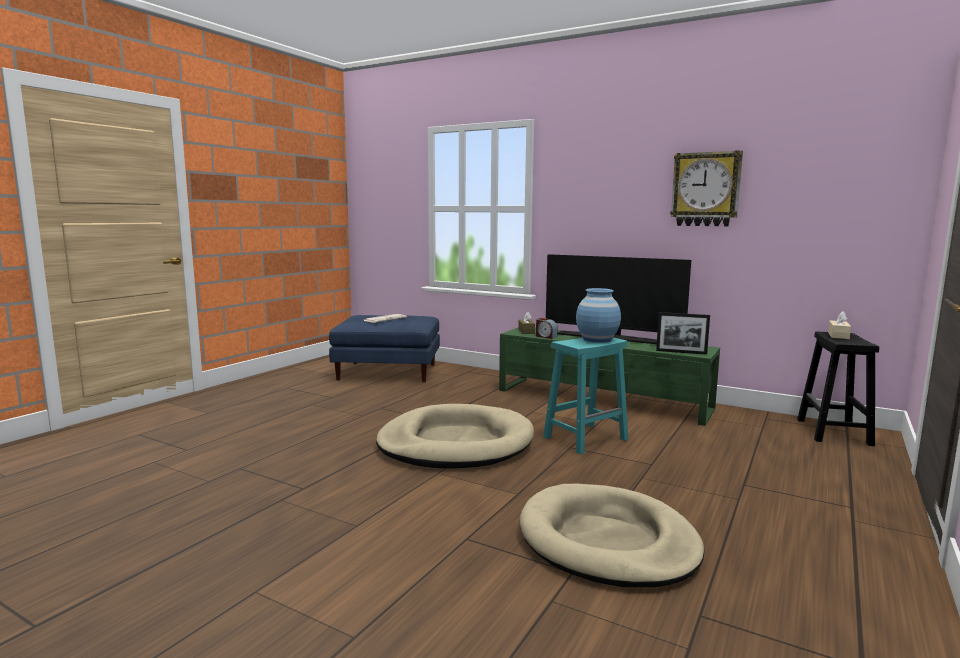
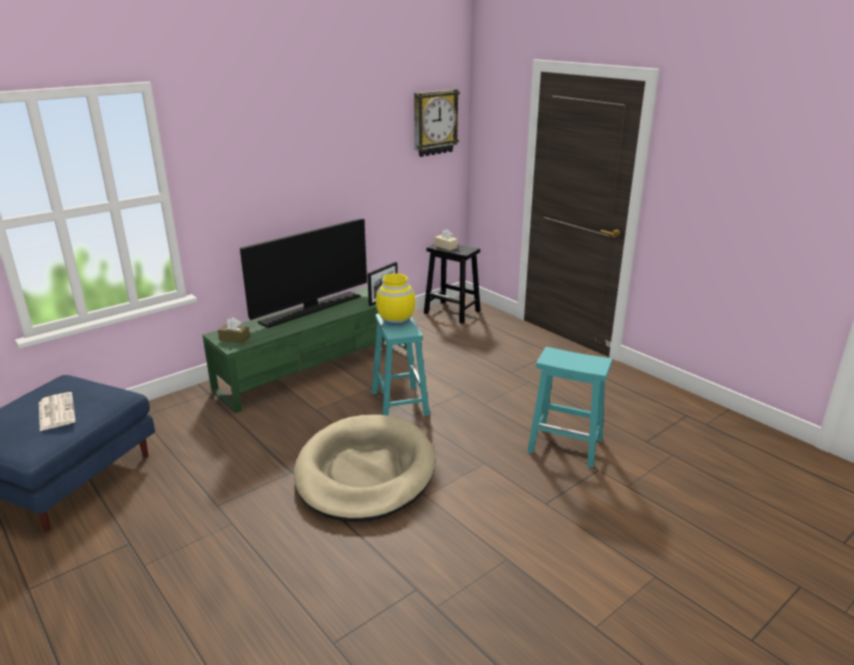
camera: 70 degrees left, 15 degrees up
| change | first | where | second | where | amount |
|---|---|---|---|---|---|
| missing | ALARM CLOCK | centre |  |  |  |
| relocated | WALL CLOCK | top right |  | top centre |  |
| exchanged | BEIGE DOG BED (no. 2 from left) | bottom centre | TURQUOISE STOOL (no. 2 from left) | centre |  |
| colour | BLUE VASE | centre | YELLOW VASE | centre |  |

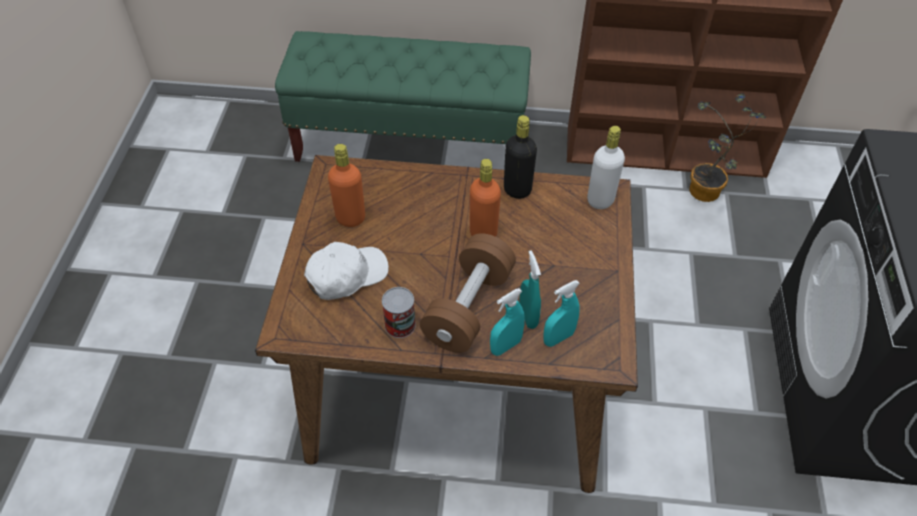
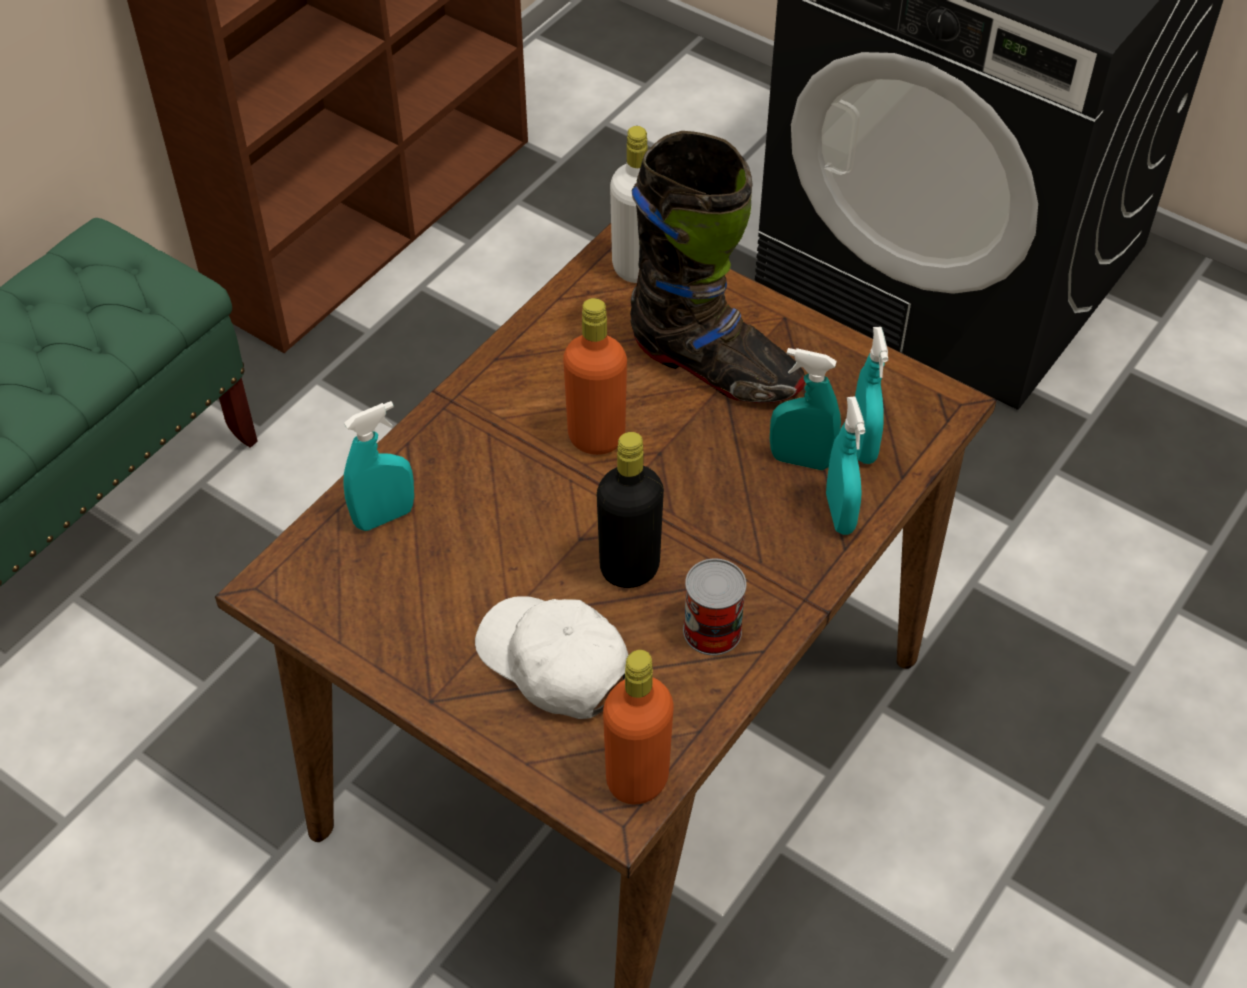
camera: 60 degrees left, 0 degrees up
| change | first | where | second | where | amount |
|---|---|---|---|---|---|
| missing | BROWN DUMBBELL | centre |  |  |  |
| missing | POTTED PLANT | top right |  |  |  |
| appeared |  |  | TURQUOISE SPRAY BOTTLE (no. 1 from left) | middle left |  |
| appeared |  |  | BLACK BOOT | top centre |  |
| relocated | ORANGE BOTTLE (no. 1 from left in the first image) | centre | ORANGE BOTTLE (no. 2 from left) | bottom centre |  |
| relocated | BLACK BOTTLE | top centre |  | centre |  |
| spun | WHITE CAP | centre |  | centre | 45 degrees counterclockwise |

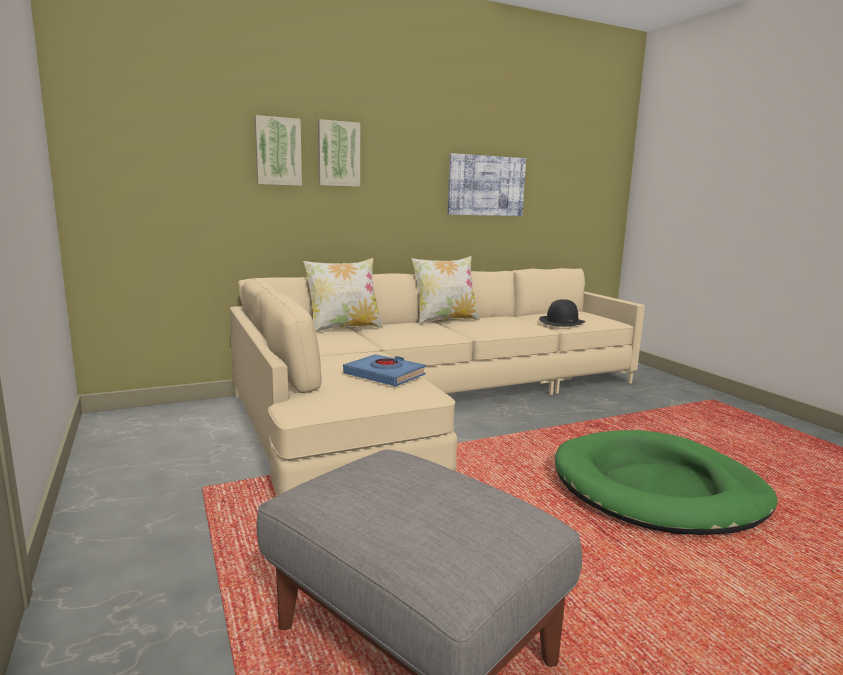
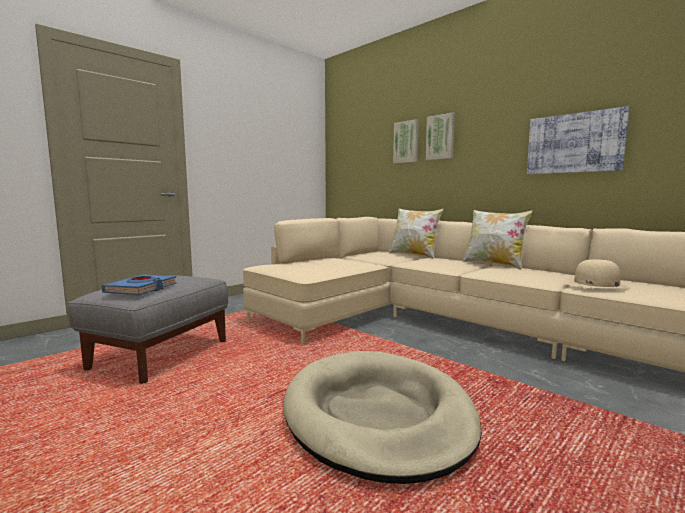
camera: 70 degrees right, 5 degrees down
| change | first | where | second | where | amount |
|---|---|---|---|---|---|
| relocated | BLUE BOOK | centre |  | middle left |  |
| colour | BLACK HAT | middle right | BEIGE HAT | middle right |  |
| colour | GREEN DOG BED | bottom right | BEIGE DOG BED | bottom centre |  |

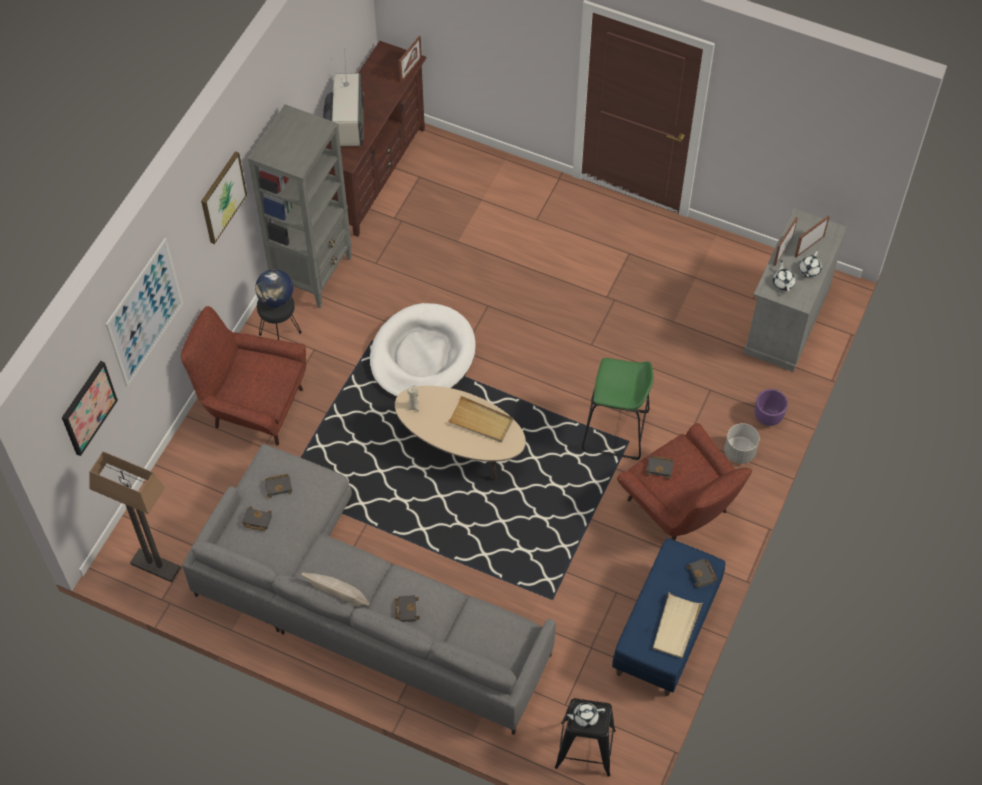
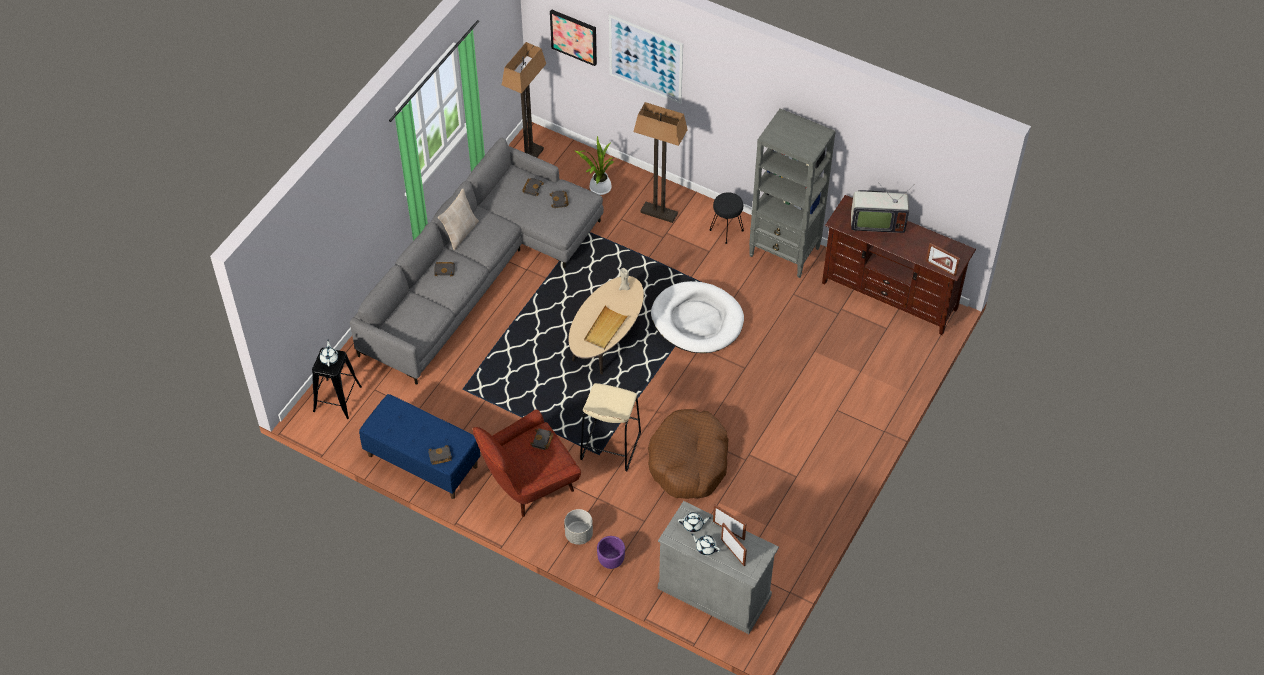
camera: 95 degrees right, 5 degrees down
| change | first | where | second | where | amount |
|---|---|---|---|---|---|
| missing | PICTURE (no. 3 from left) | top left |  |  |  |
| missing | GLOBE | middle left |  |  |  |
| missing | BEIGE TRAY (no. 2 from left) | bottom right |  |  |  |
| appeared |  |  | POTTED PLANT | top centre |  |
| appeared |  |  | BROWN DOG BED | bottom centre |  |
| exchanged | RED ARMCHAIR (no. 1 from left) | middle left | FLOOR LAMP (no. 2 from left) | top centre |  |
| colour | GREEN STOOL | centre | BEIGE STOOL | centre |  |

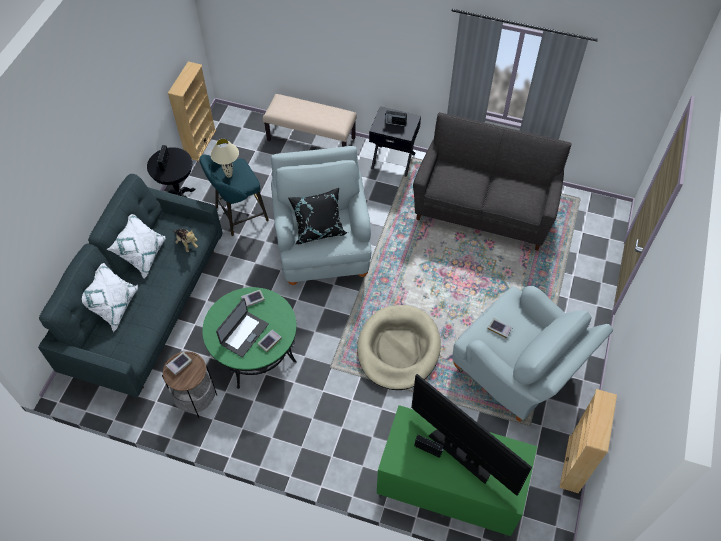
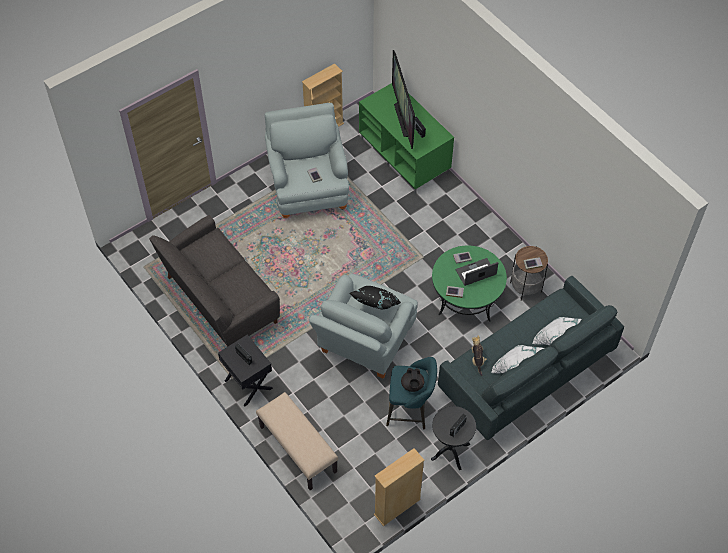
camera: 145 degrees left, 0 degrees up
| change | first | where | second | where | amount |
|---|---|---|---|---|---|
| missing | BEIGE DOG BED | centre |  |  |  |
| exchanged | BEIGE TABLE LAMP | top left | BLACK TEAPOT | bottom centre |  |

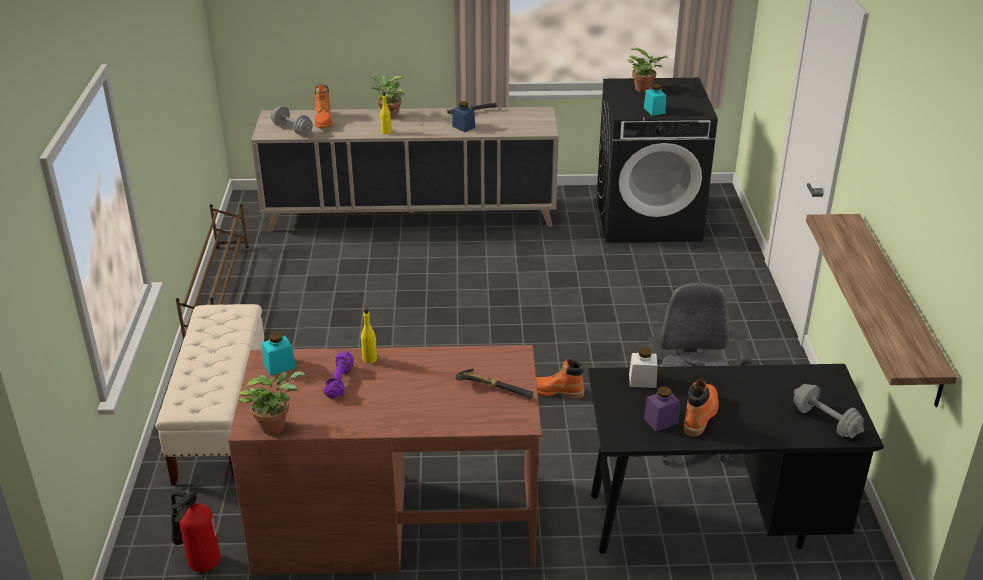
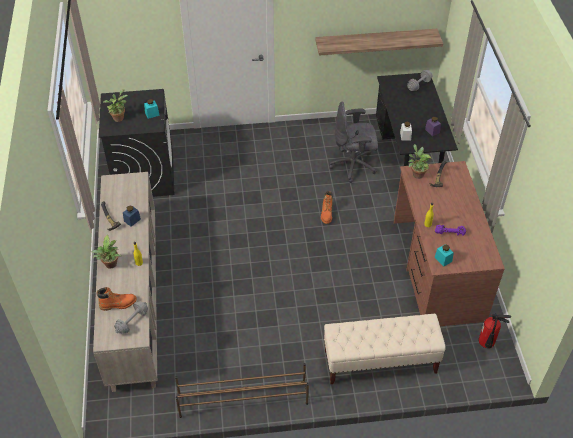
camera: 95 degrees left, 15 degrees up
| change | first | where | second | where | amount |
|---|---|---|---|---|---|
| missing | ORANGE BOOT (no. 3 from left) | bottom right |  |  |  |
| relocated | POTTED PLANT (no. 1 from left in the first image) | bottom left | POTTED PLANT (no. 3 from left) | middle right |  |

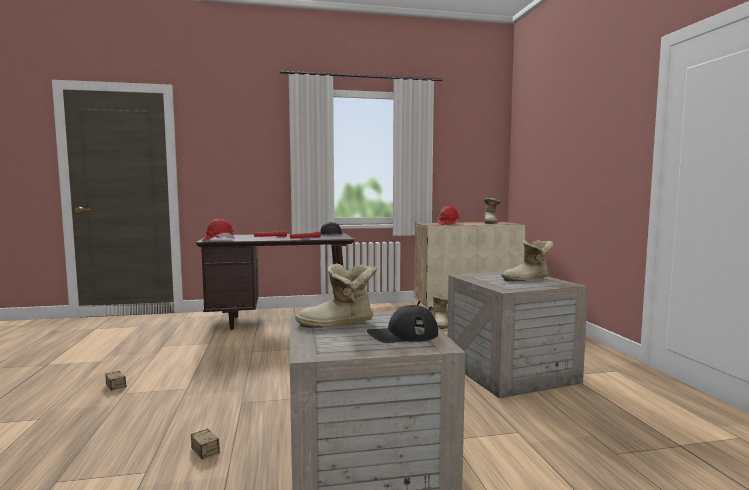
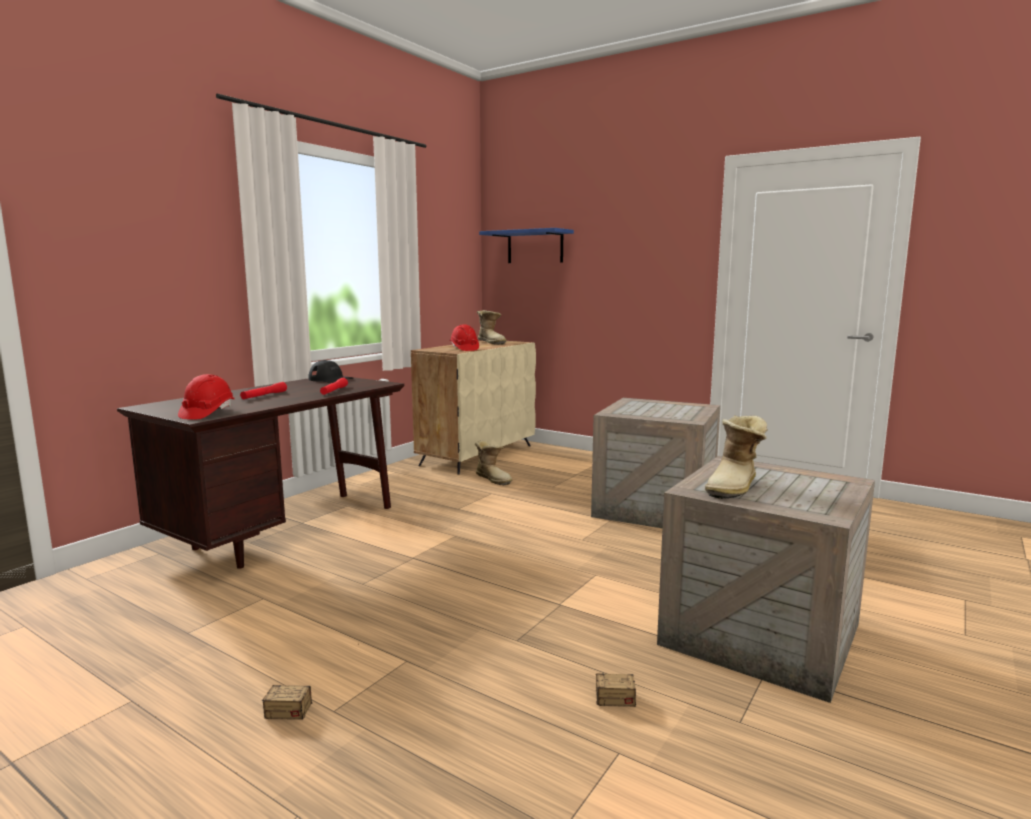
camera: 45 degrees left, 5 degrees up
| change | first | where | second | where | amount |
|---|---|---|---|---|---|
| missing | BLACK CAP (no. 2 from left) | centre |  |  |  |
| missing | BOOT (no. 4 from left) | middle right |  |  |  |
| appeared |  |  | BLUE SHELF | top centre |  |

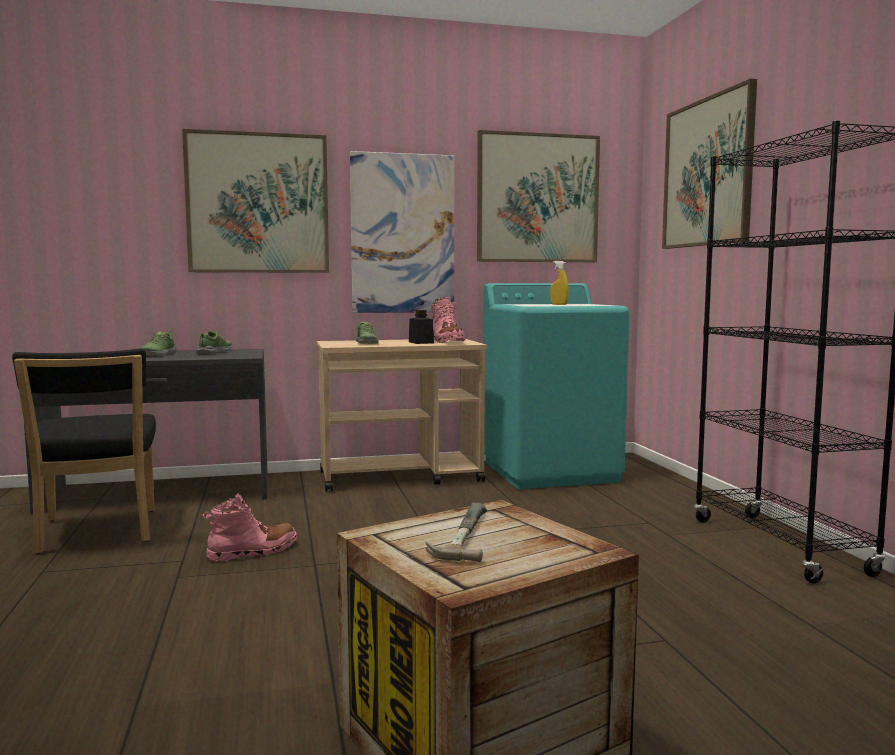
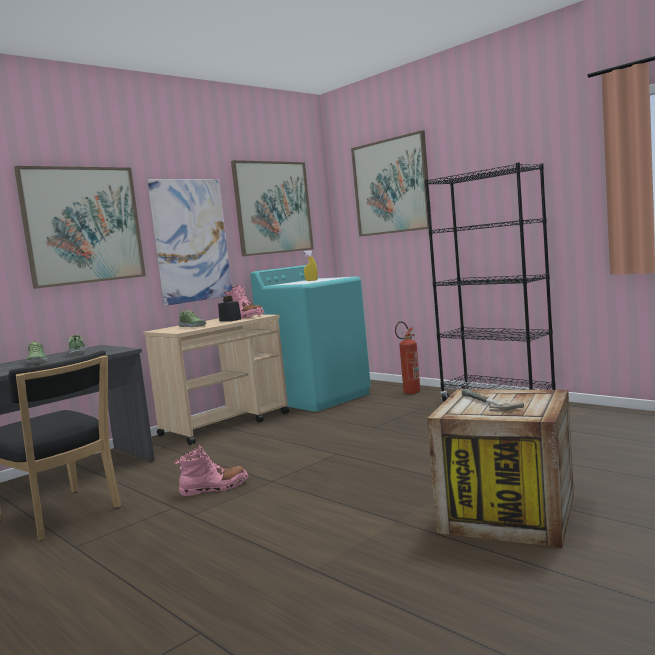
camera: 30 degrees left, 0 degrees up
| change | first | where | second | where | amount |
|---|---|---|---|---|---|
| appeared |  |  | FIRE EXTINGUISHER | centre |  |
| spun | PINK BOOT (no. 1 from left) | bottom left |  | bottom left | 45 degrees clockwise |

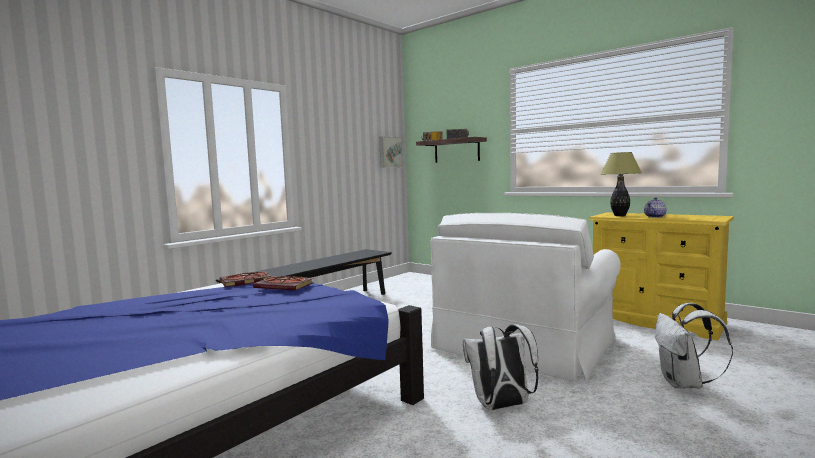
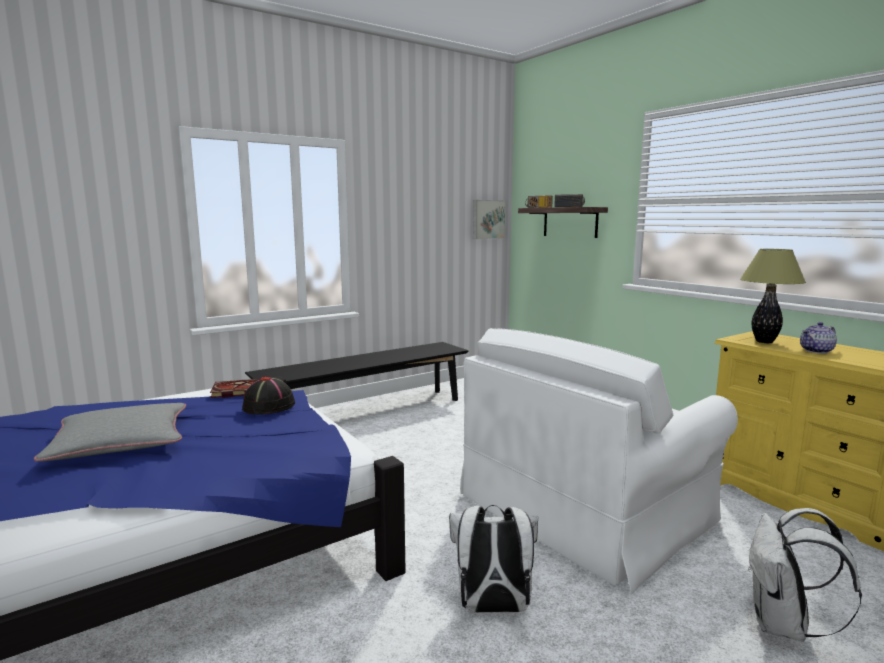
camera: 15 degrees right, 5 degrees up
| change | first | where | second | where | amount |
|---|---|---|---|---|---|
| appeared |  |  | GREY PILLOW | middle left |  |
| exchanged | BOOK (no. 2 from left) | centre | BLACK HAT | middle left |  |

